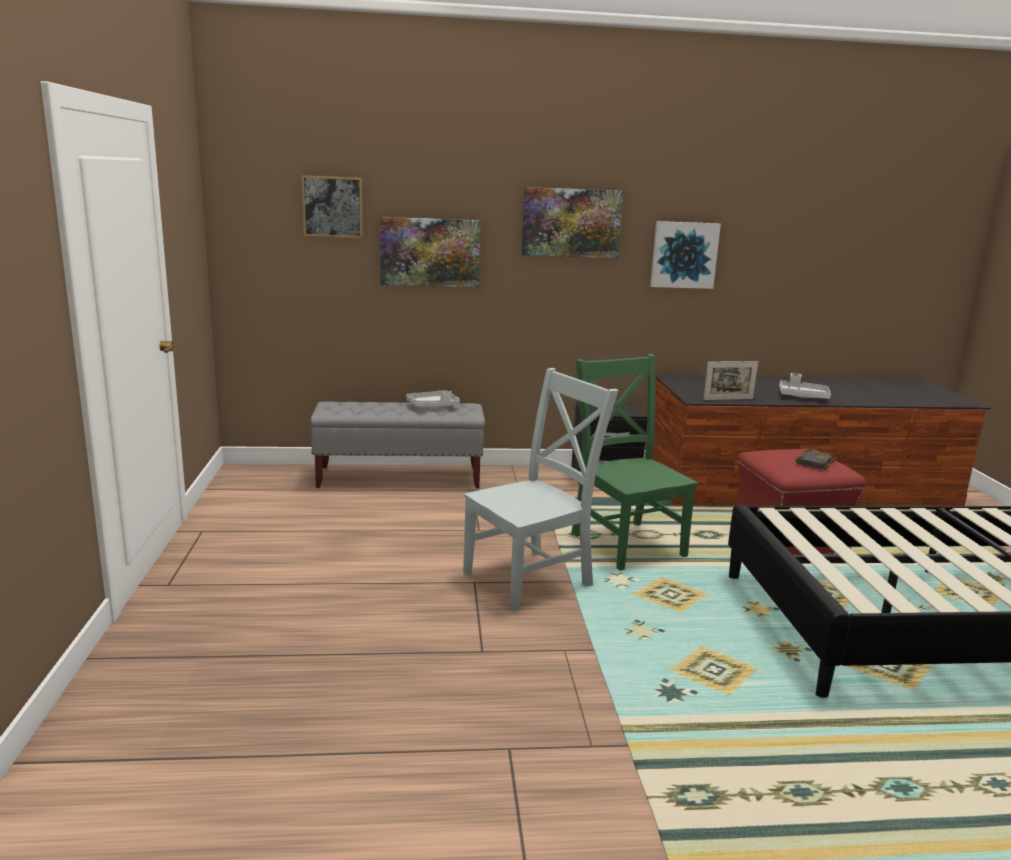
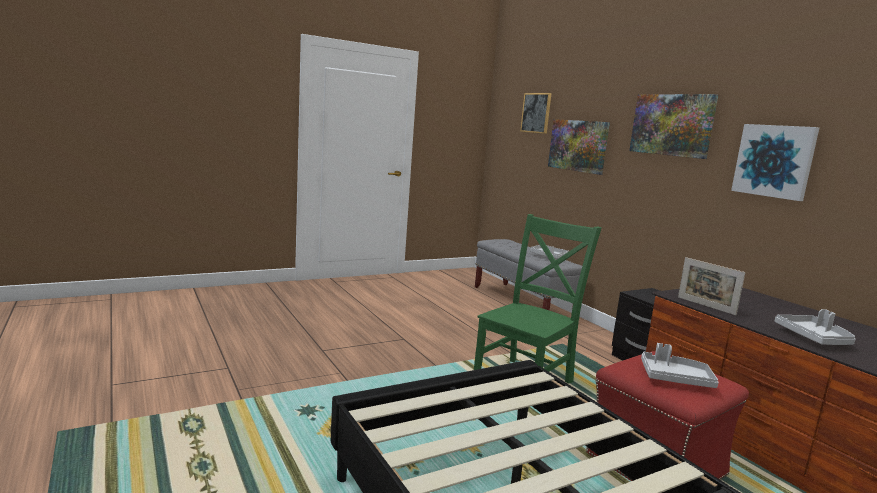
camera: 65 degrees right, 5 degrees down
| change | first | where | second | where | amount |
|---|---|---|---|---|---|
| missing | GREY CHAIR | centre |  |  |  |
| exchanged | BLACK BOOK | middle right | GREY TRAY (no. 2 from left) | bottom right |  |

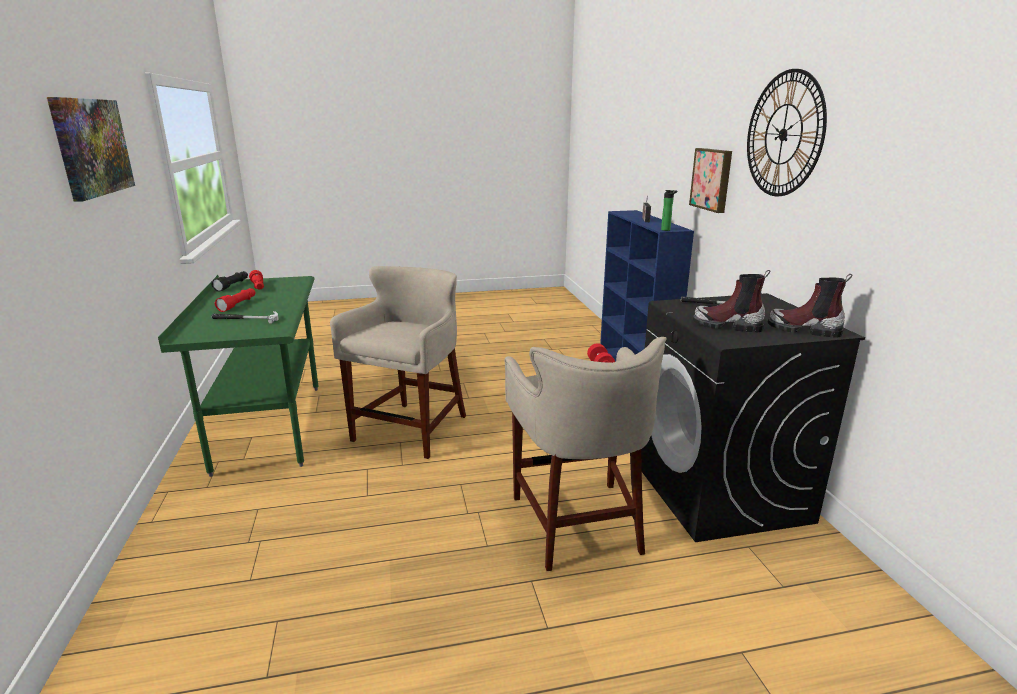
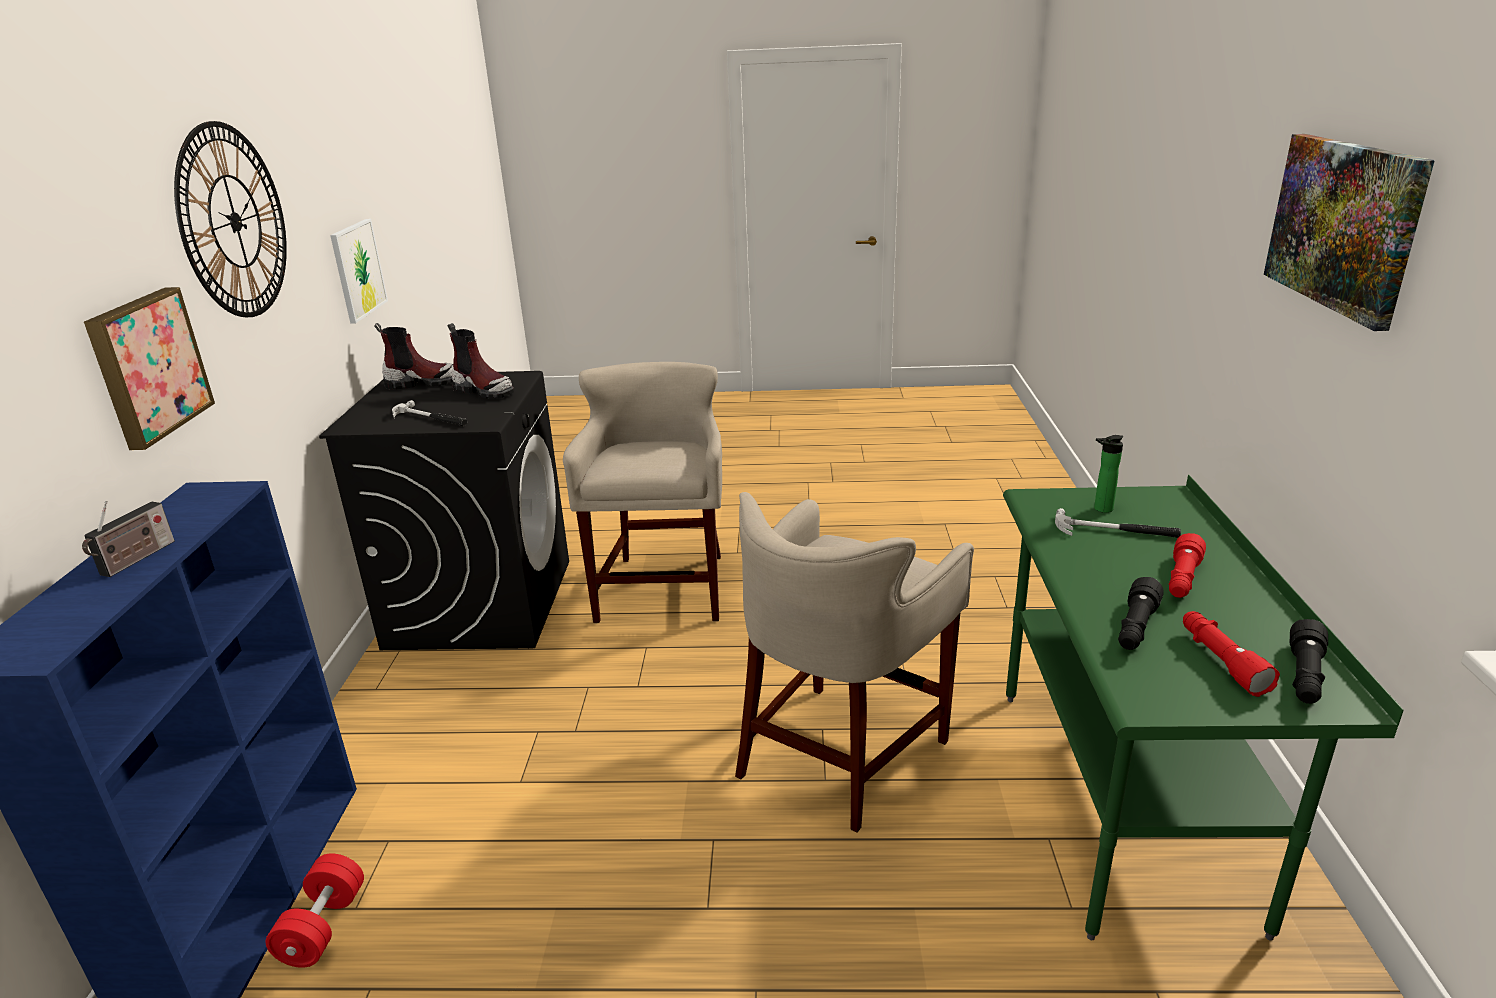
camera: 165 degrees left, 5 degrees up
| change | first | where | second | where | amount |
|---|---|---|---|---|---|
| appeared |  |  | PICTURE (no. 2 from left) | top left |  |
| appeared |  |  | BLACK FLASHLIGHT (no. 1 from left) | middle right |  |
| relocated | BOTTLE | top centre |  | middle right |  |
| spun | BOOT (no. 2 from left in the first image) | middle right | BOOT (no. 1 from left) | middle left | 45 degrees counterclockwise |

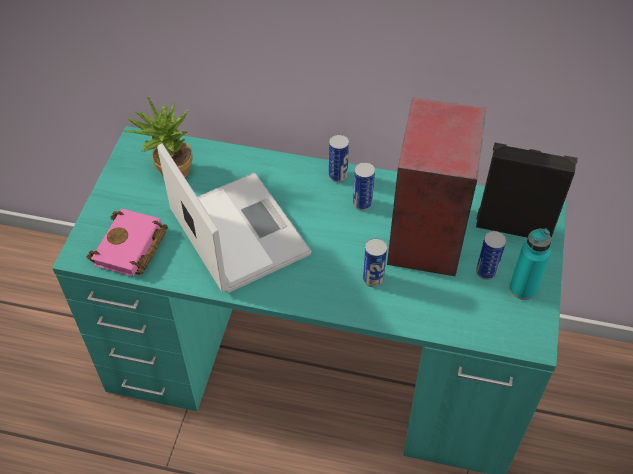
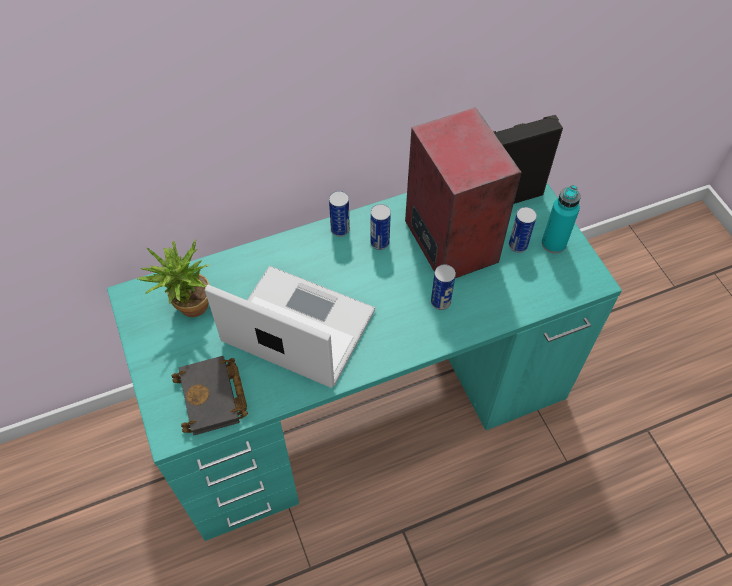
camera: 35 degrees left, 5 degrees up
| change | first | where | second | where | amount |
|---|---|---|---|---|---|
| colour | PINK BOOK | middle left | BLACK BOOK | bottom left |  |

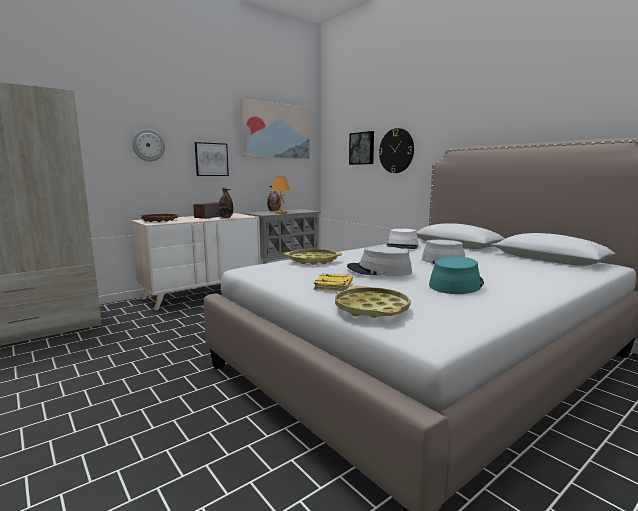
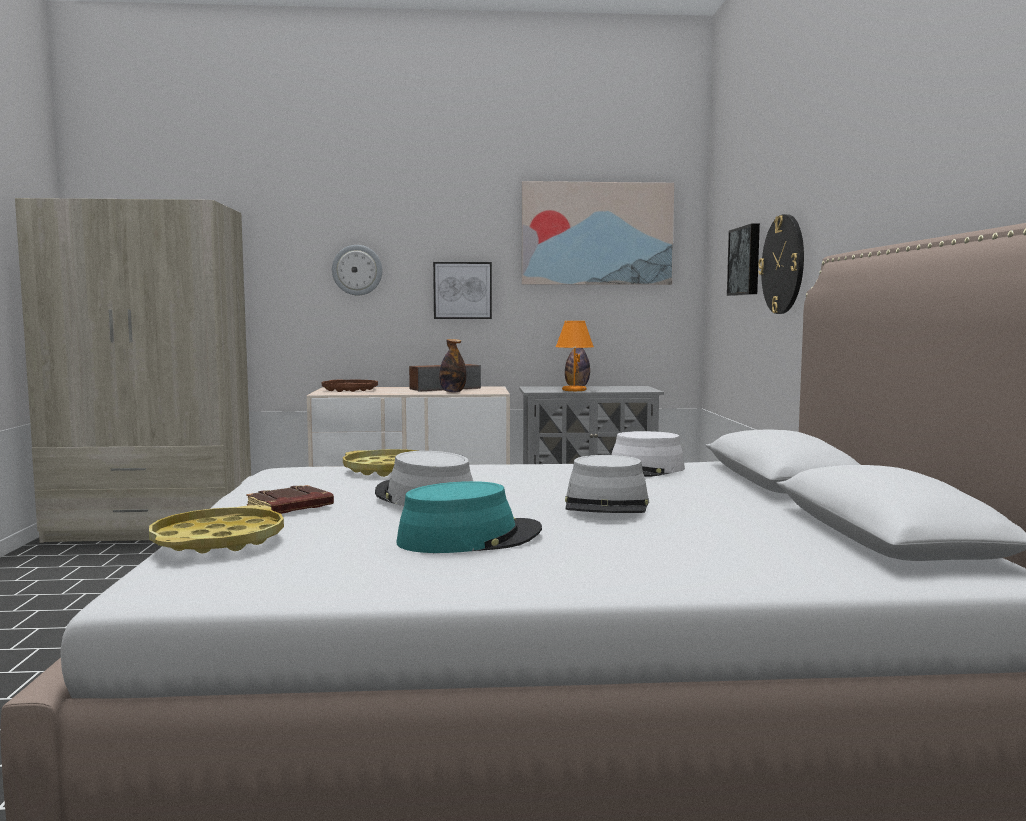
camera: 35 degrees right, 5 degrees down
| change | first | where | second | where | amount |
|---|---|---|---|---|---|
| colour | YELLOW BOOK | centre | BROWN BOOK | middle left |  |

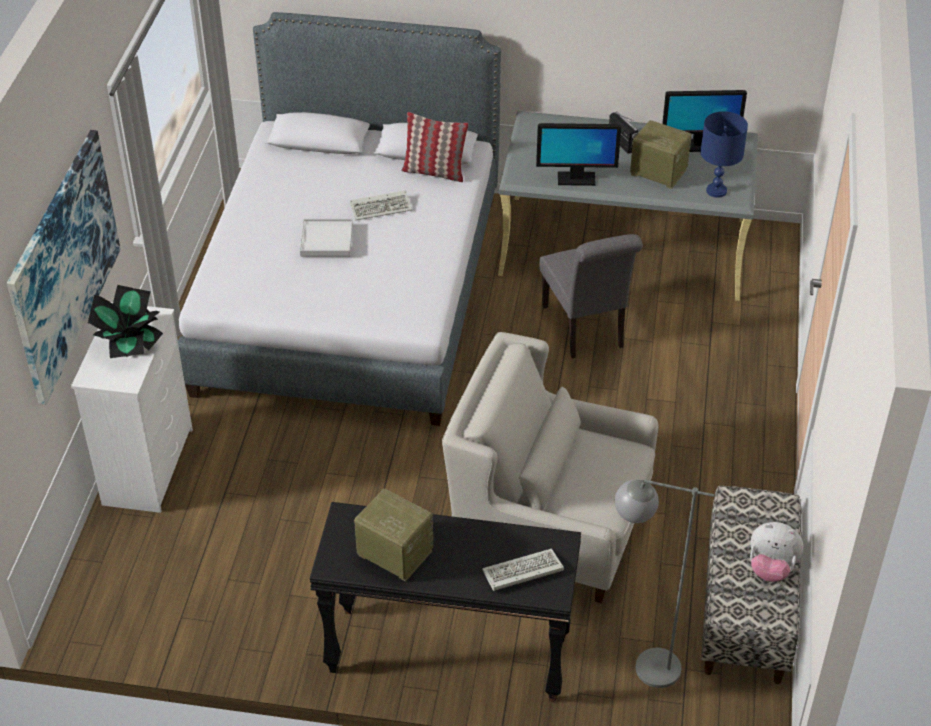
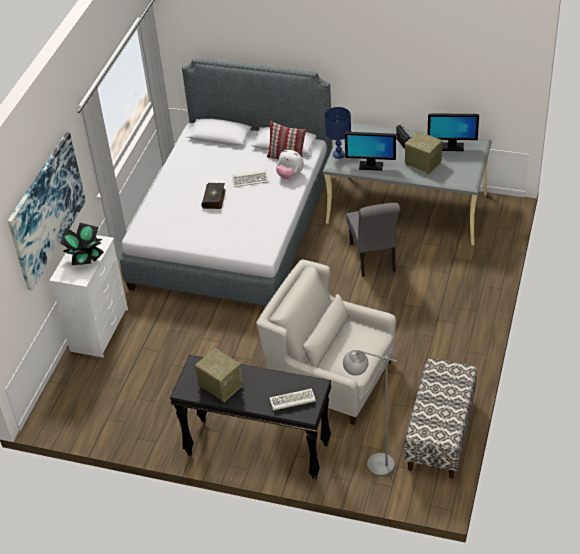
camera: 10 degrees right, 0 degrees up
| change | first | where | second | where | amount |
|---|---|---|---|---|---|
| relocated | BLUE TABLE LAMP | top right |  | top centre |  |
| relocated | PLUSH TOY | bottom right |  | top centre |  |
| exchanged | WHITE TRAY | top centre | BOOK | centre |  |

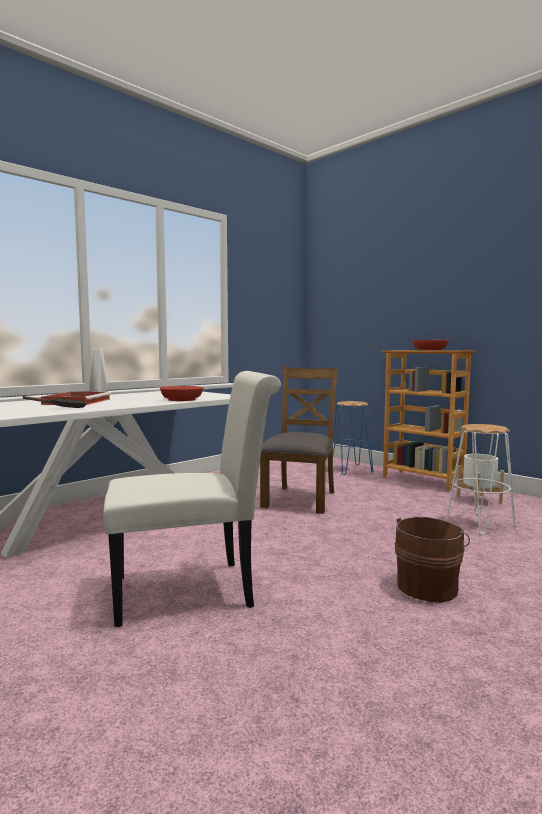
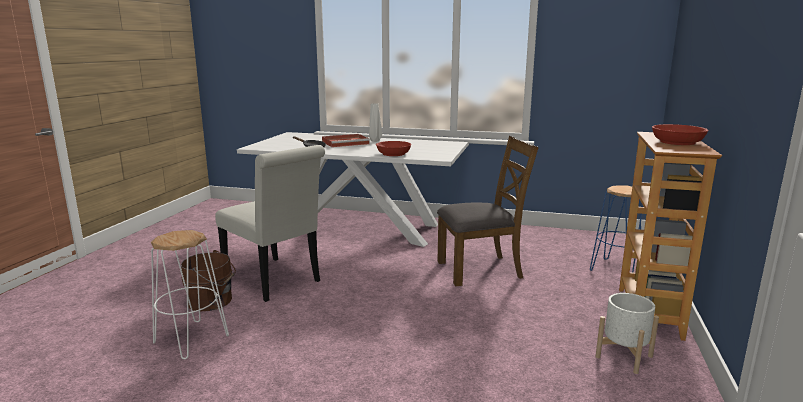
camera: 60 degrees right, 10 degrees up
| change | first | where | second | where | amount |
|---|---|---|---|---|---|
| relocated | BROWN BUCKET | bottom right |  | bottom left |  |
| relocated | WHITE STOOL | middle right |  | bottom left |  |

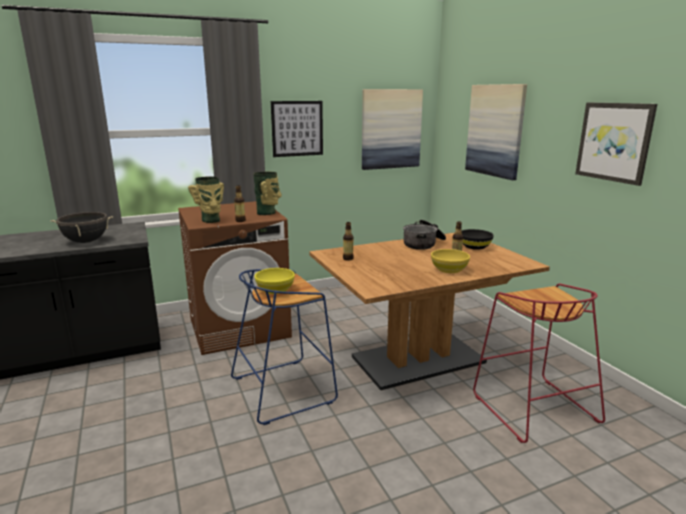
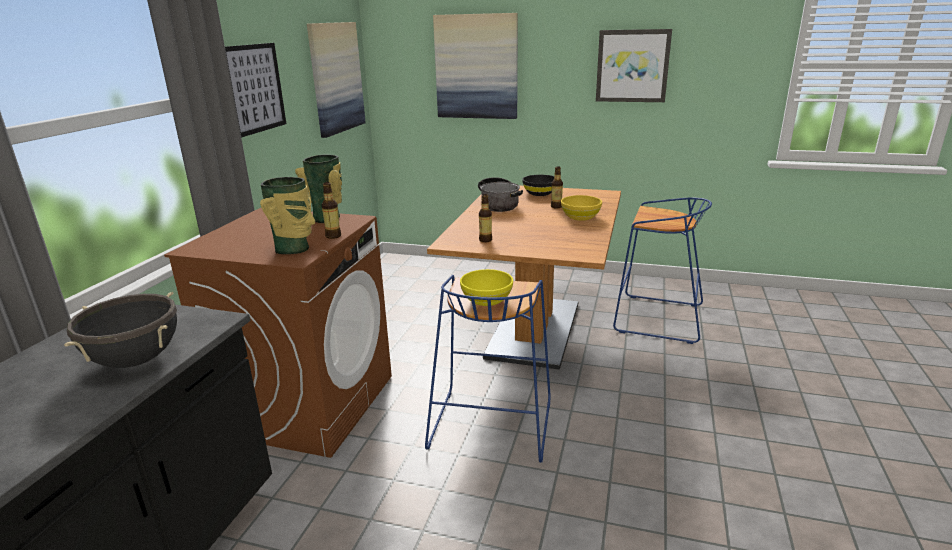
camera: 50 degrees left, 5 degrees up
| change | first | where | second | where | amount |
|---|---|---|---|---|---|
| colour | RED STOOL | bottom right | BLUE STOOL (no. 2 from left) | middle right |  |

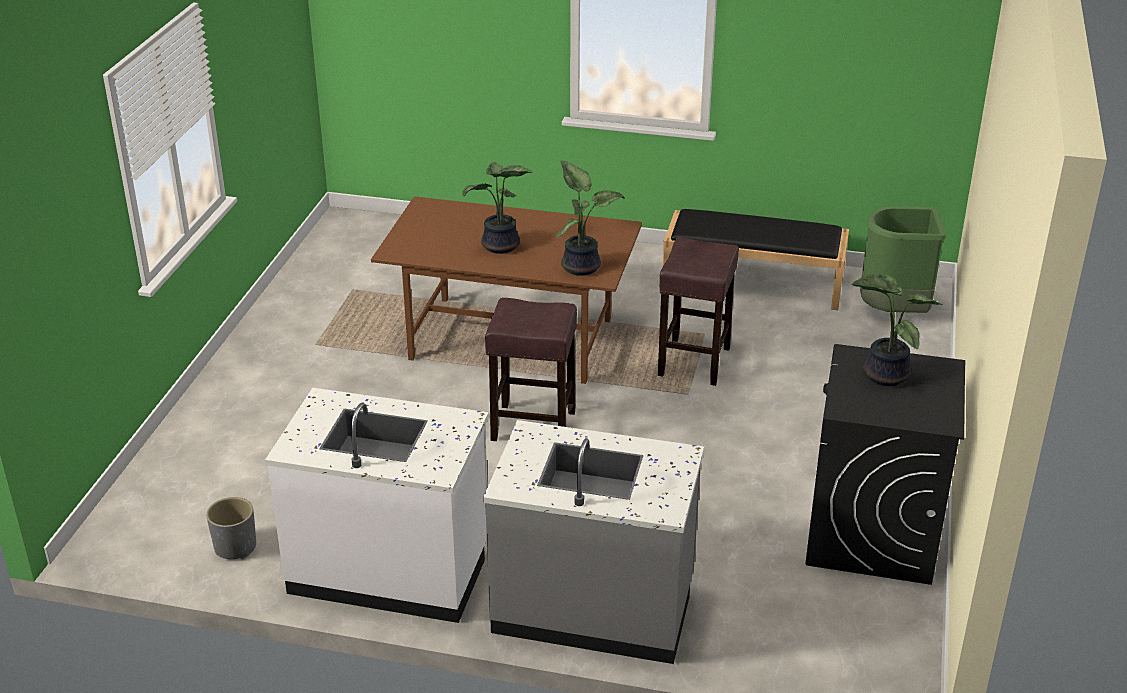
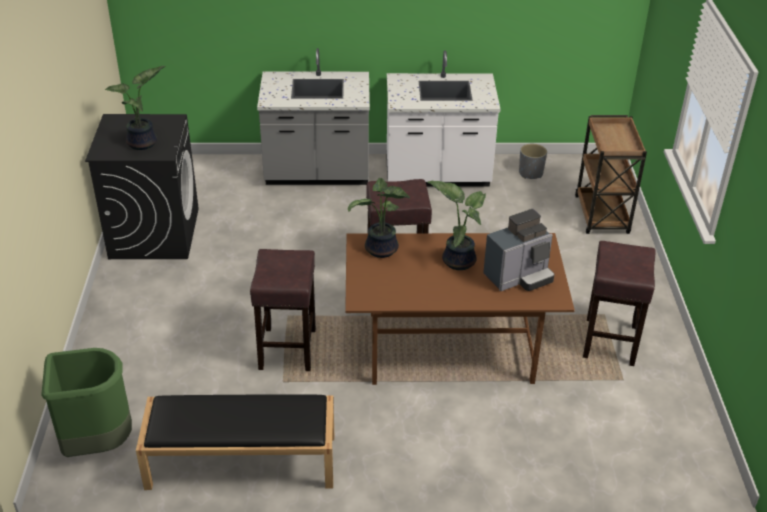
camera: 165 degrees right, 5 degrees up
| change | first | where | second | where | amount |
|---|---|---|---|---|---|
| appeared |  |  | COFFEE MACHINE | middle right |  |
| appeared |  |  | BROWN CART | middle right |  |
| appeared |  |  | BROWN STOOL (no. 3 from left) | middle right |  |

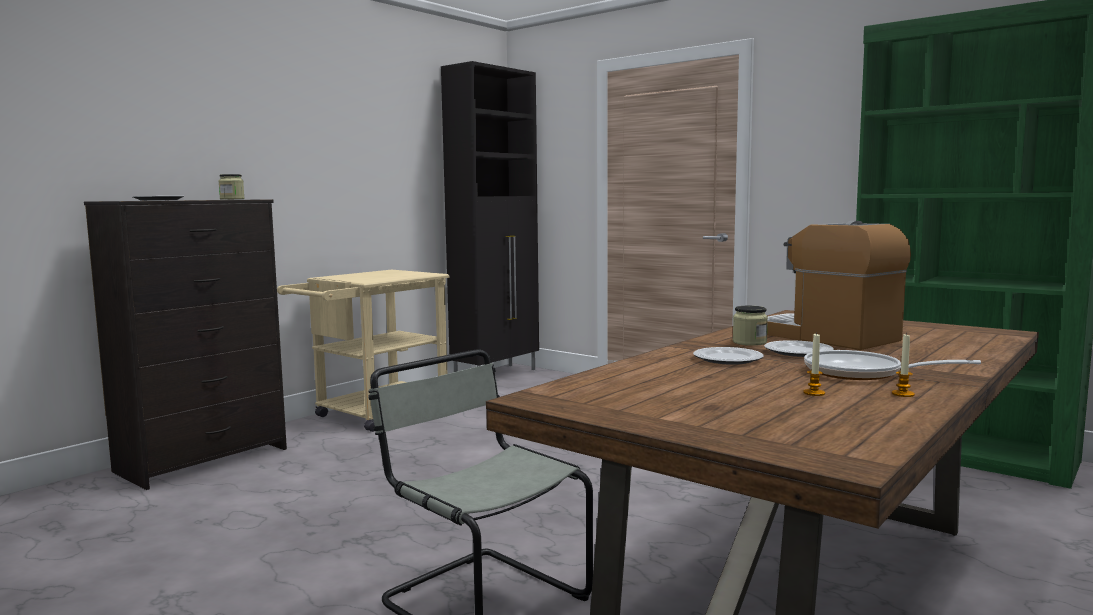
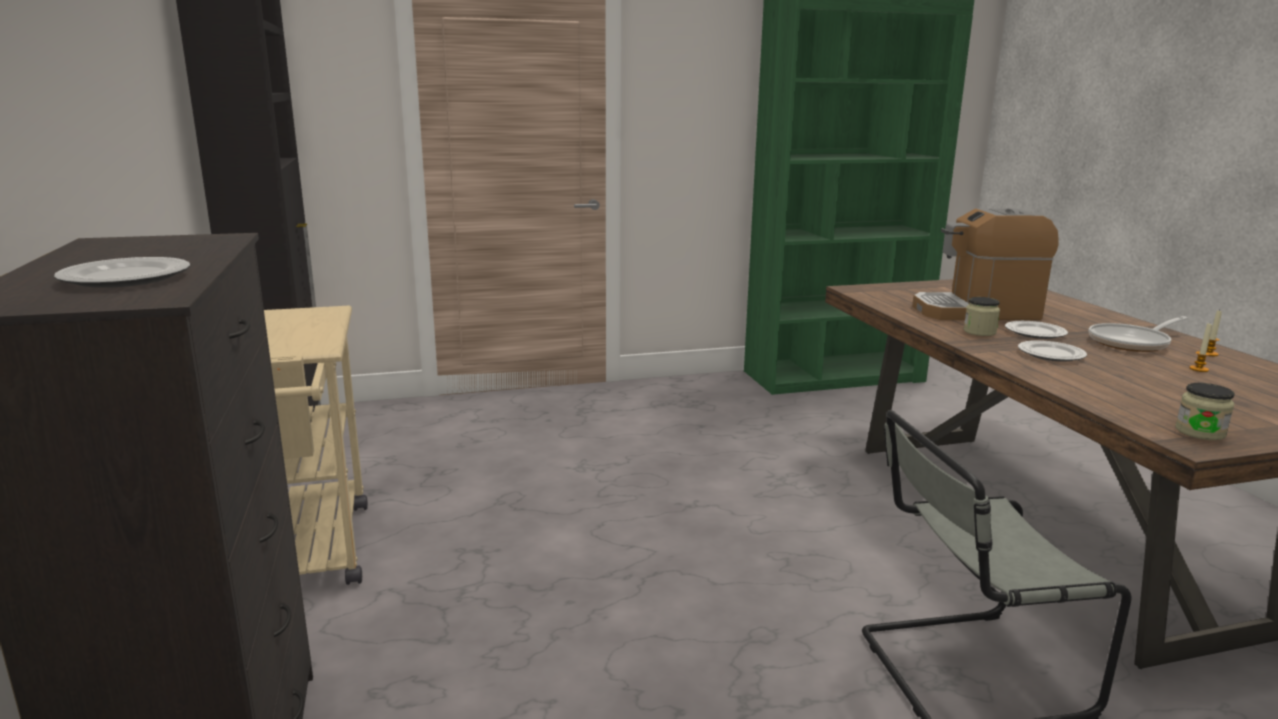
camera: 55 degrees left, 10 degrees up
| change | first | where | second | where | amount |
|---|---|---|---|---|---|
| relocated | JAR (no. 1 from left in the first image) | top left | JAR (no. 2 from left) | middle right |  |

